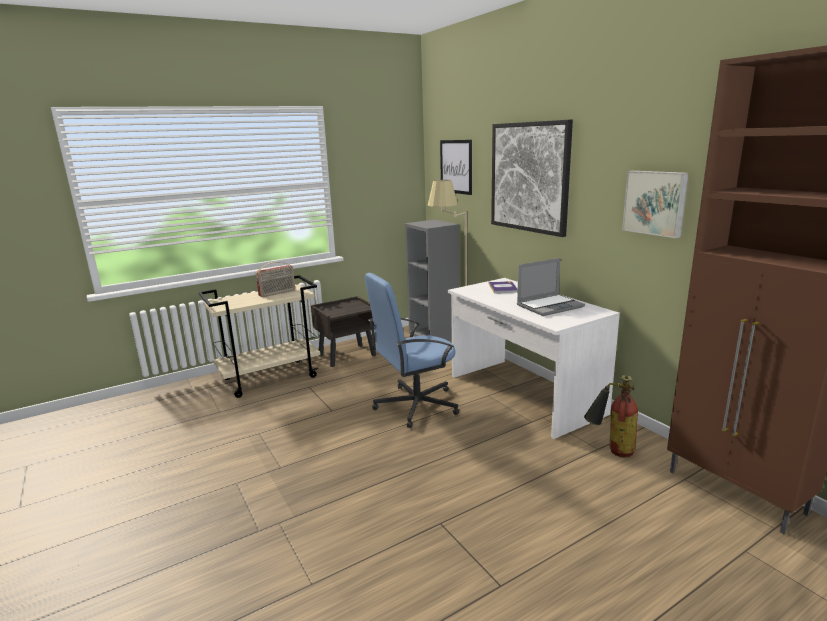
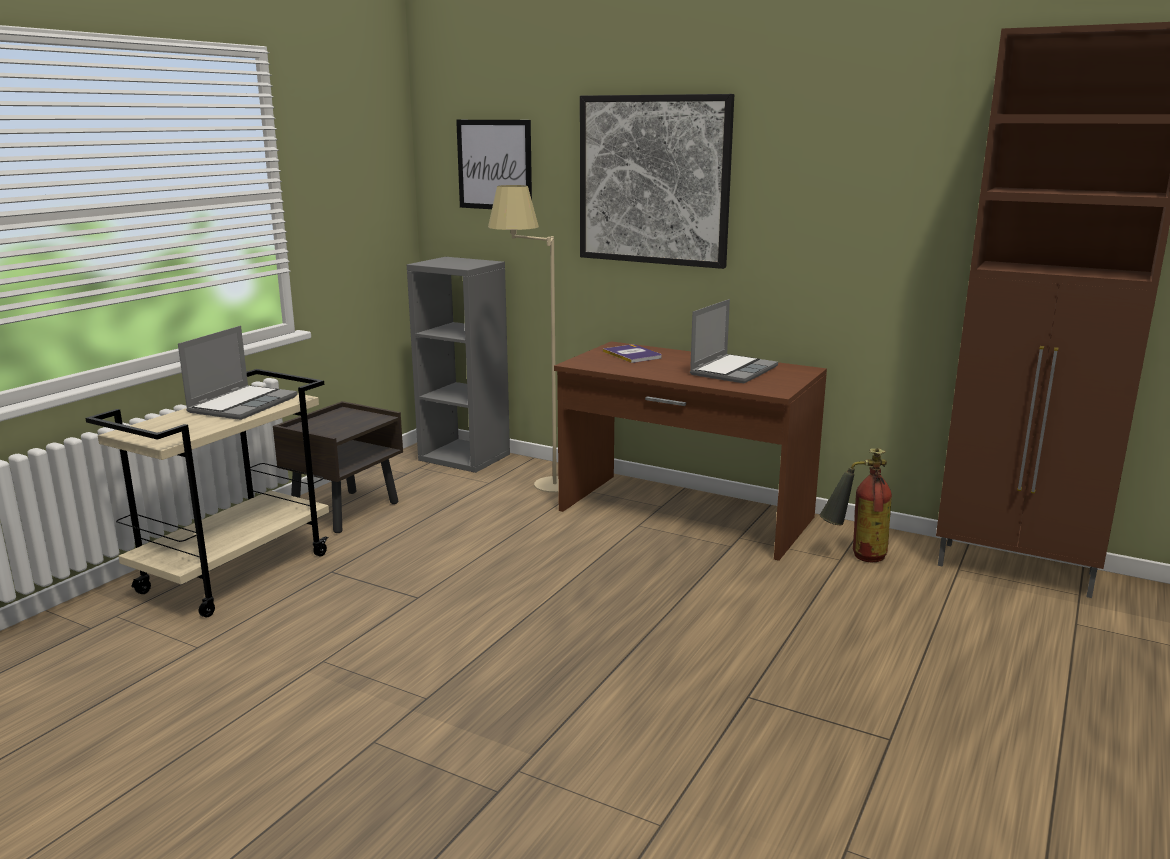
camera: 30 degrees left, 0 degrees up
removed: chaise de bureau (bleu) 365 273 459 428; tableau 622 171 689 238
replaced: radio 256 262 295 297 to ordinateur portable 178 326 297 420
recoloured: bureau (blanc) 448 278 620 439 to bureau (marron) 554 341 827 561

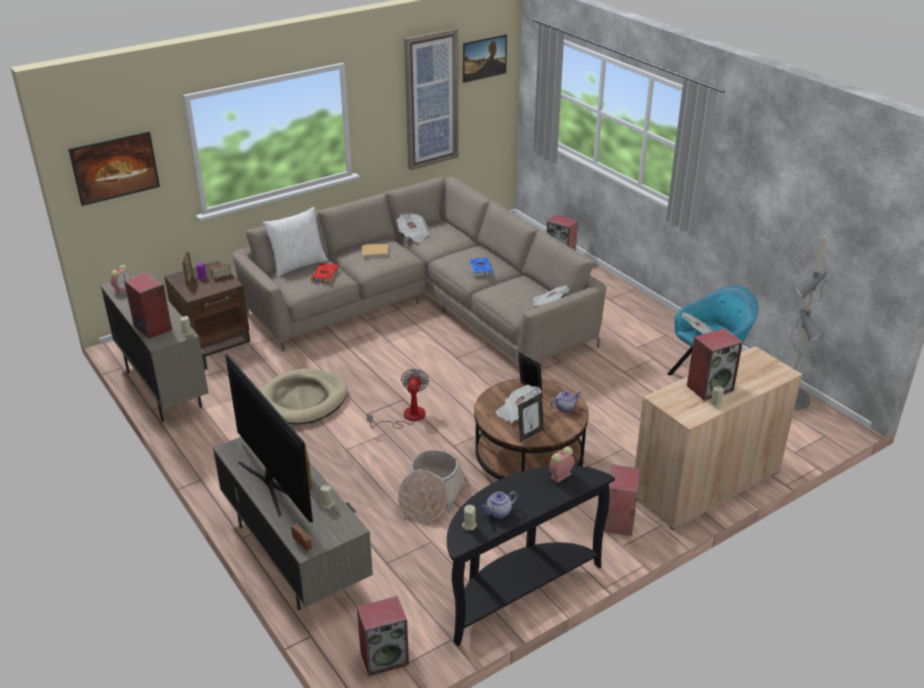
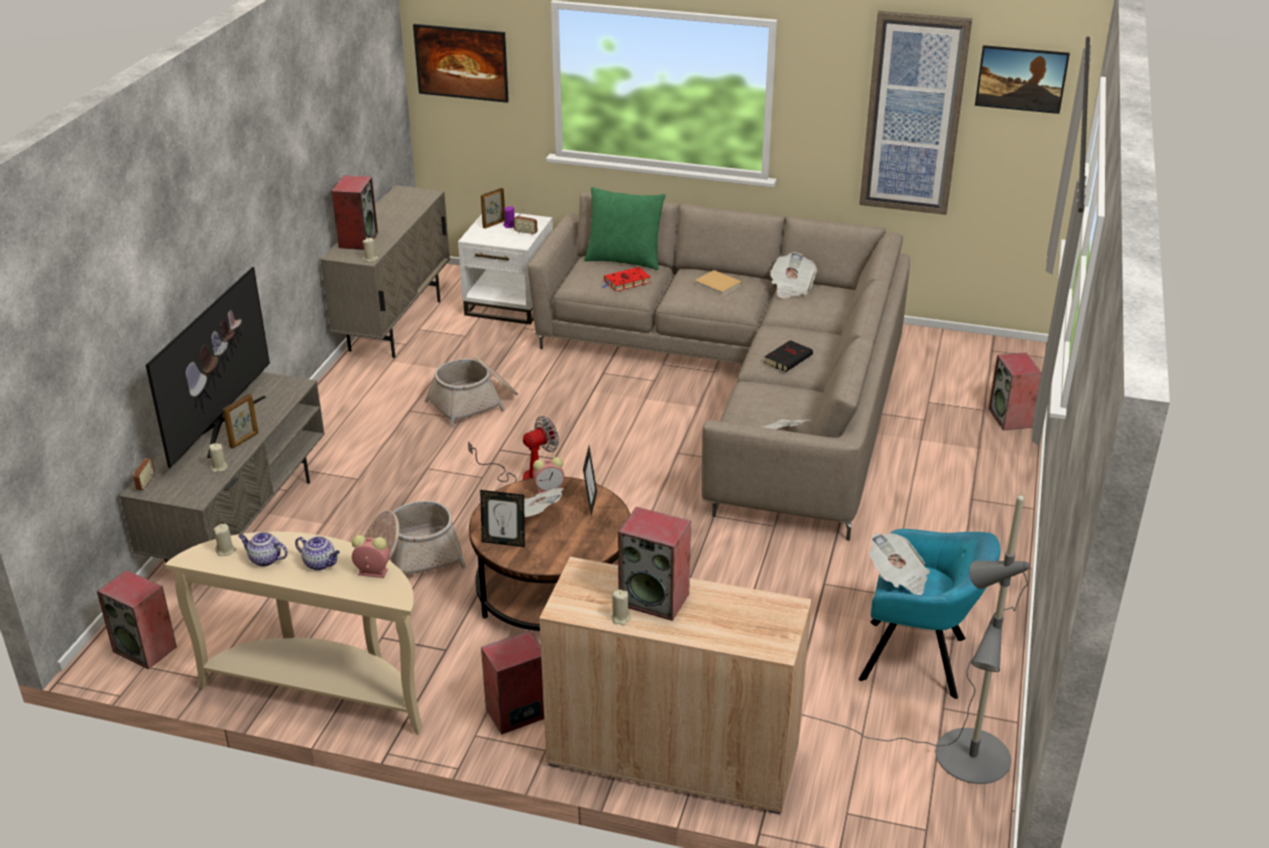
camera: 50 degrees right, 0 degrees up
moved: réveil 111 265 131 294 to 533 457 565 493; théière 550 391 581 412 to 295 536 340 570
replaced: panier pour chien (beige) 260 369 348 424 to panier 425 355 518 428
recoloured: table d'appoint (marron) 164 261 250 357 to table d'appoint (blanc) 458 213 553 325; coussin (blanc) 263 207 328 277 to coussin (vert) 584 187 666 270; table console (noir) 447 465 615 646 to table console (beige) 165 532 423 734; livre (bleu) 470 258 493 277 to livre (noir) 764 340 813 372

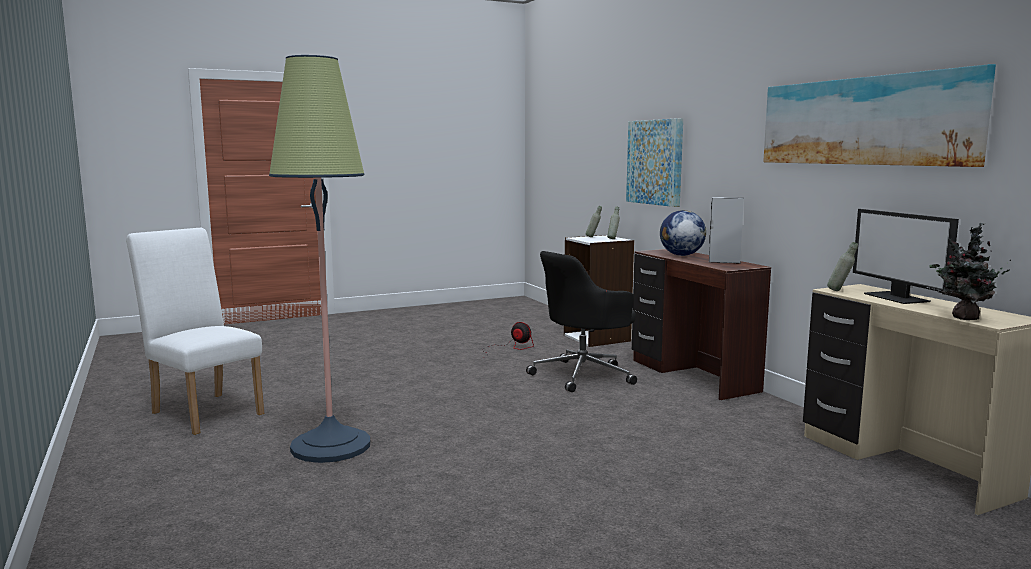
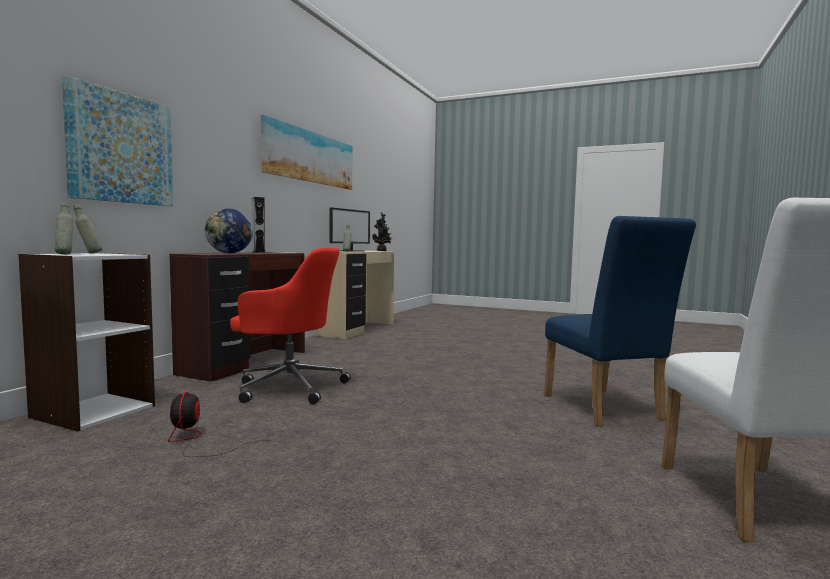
camera: 130 degrees left, 5 degrees down
replaced: lampadaire 269 55 370 463 to chaise (bleu) 544 216 696 426
recoloured: chaise de bureau (noir) 526 251 637 392 to chaise de bureau (rouge) 230 248 351 404

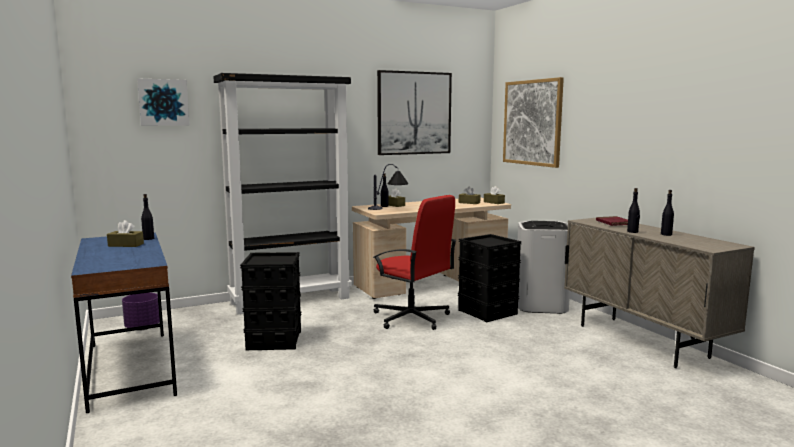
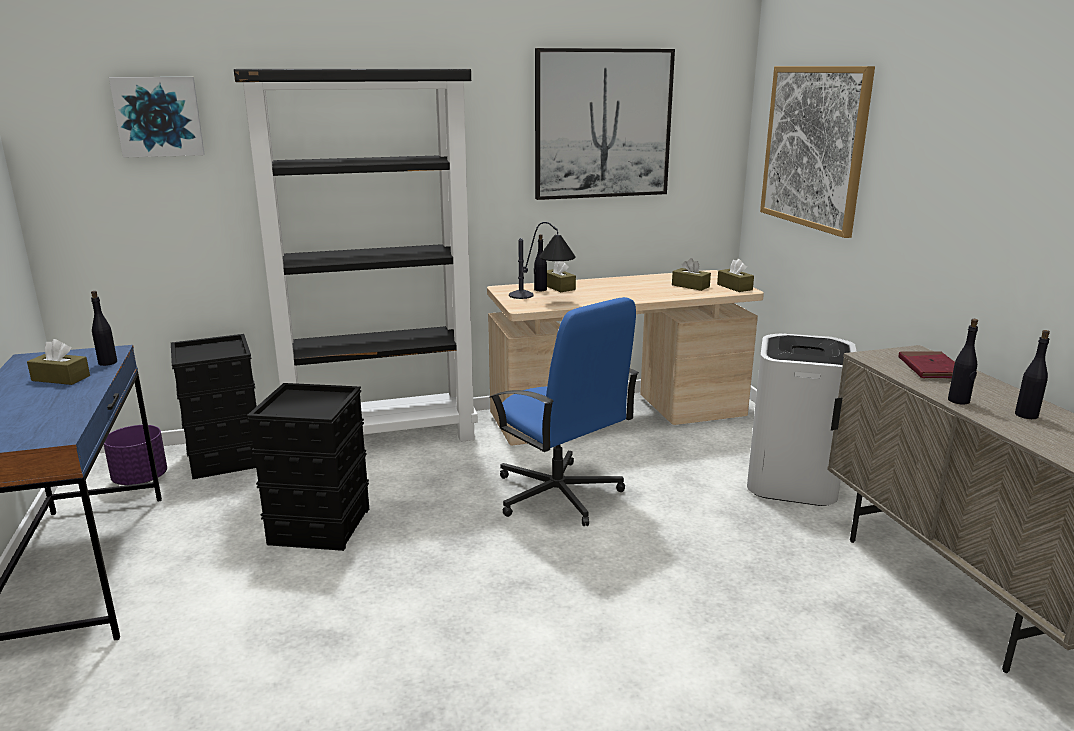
camera: 10 degrees right, 10 degrees up
moved: boîte de rangement (noir) 458 234 522 323 to 171 334 257 479
recoloured: chaise de bureau (rouge) 373 195 457 330 to chaise de bureau (bleu) 490 297 639 526

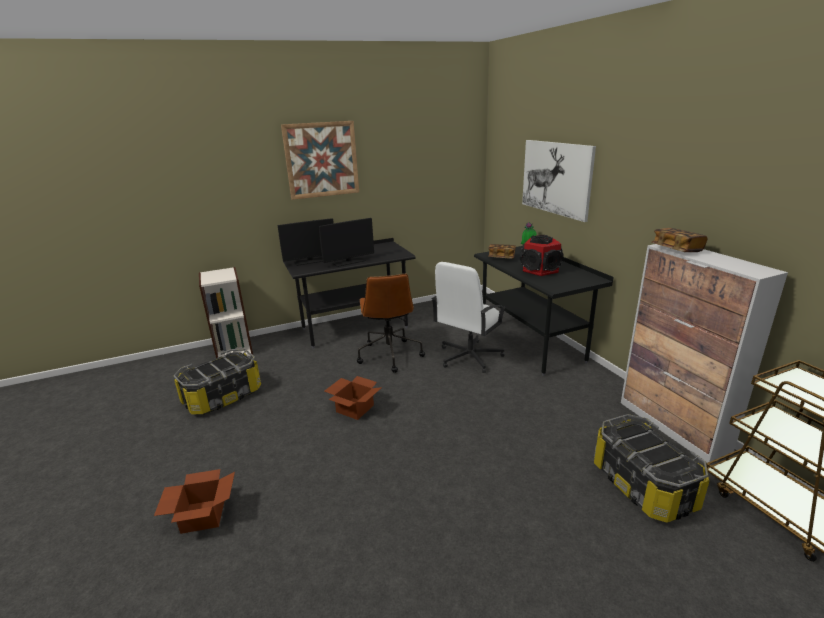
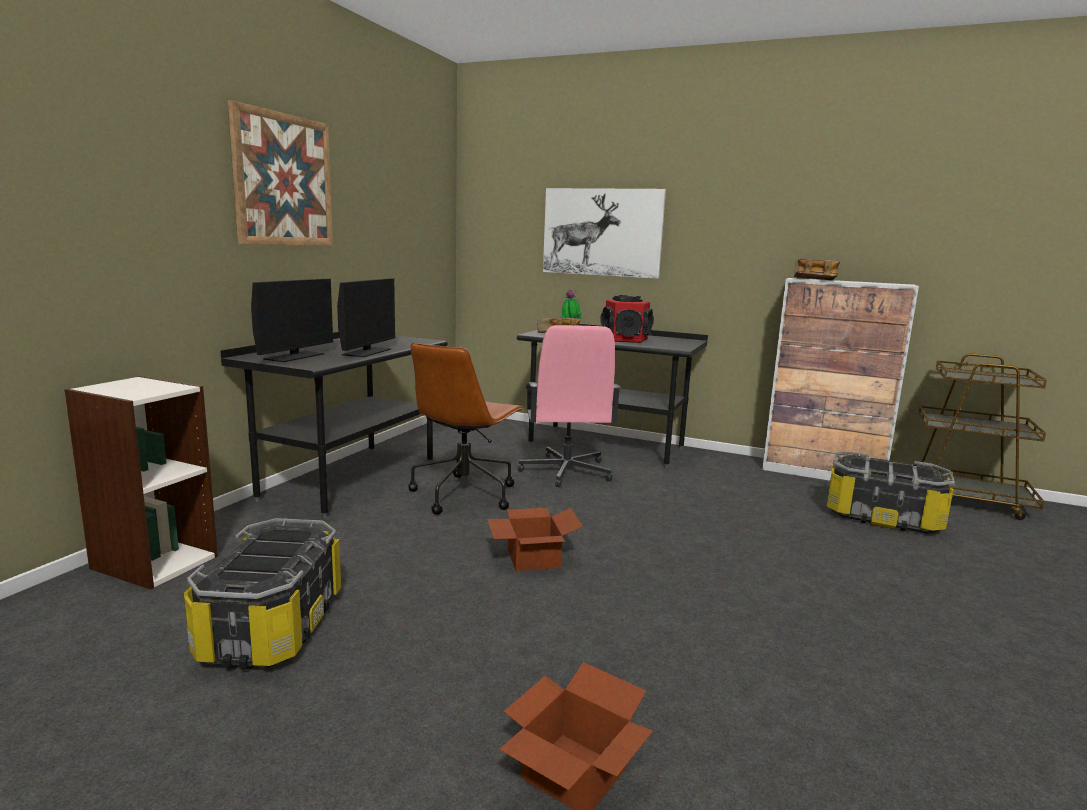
camera: 45 degrees left, 10 degrees down
recoloured: chaise de bureau (blanc) 431 262 507 373 to chaise de bureau (rose) 518 325 621 488
turned: chaise de bureau (marron) 357 274 425 373 = 409 343 524 515 75 degrees clockwise

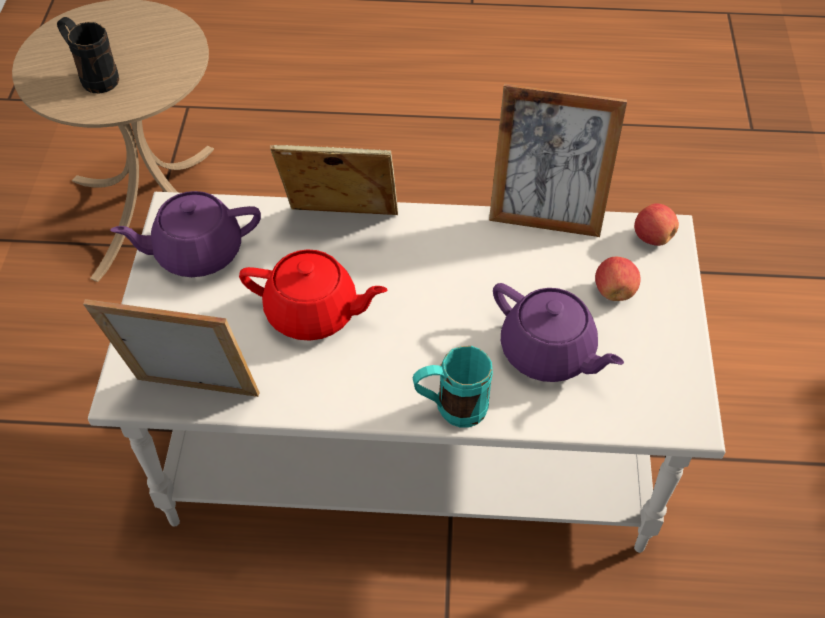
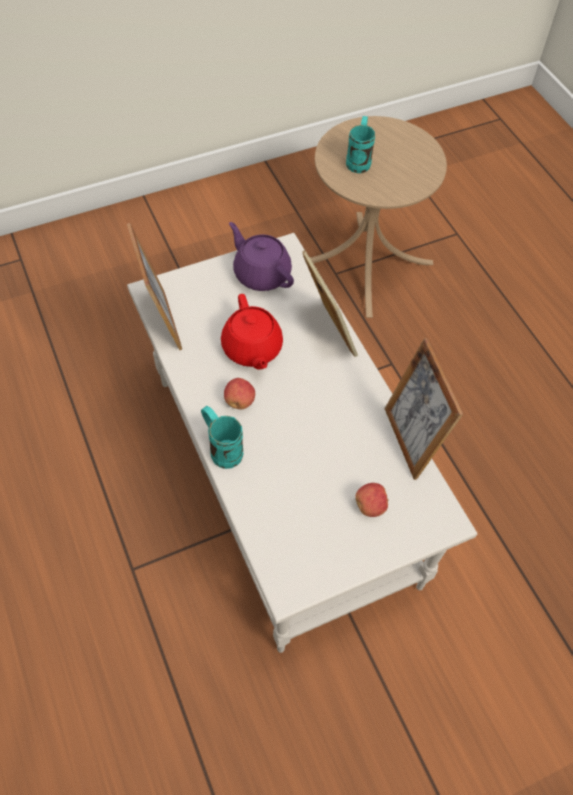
camera: 60 degrees right, 5 degrees up
removed: théière (violet) 493 283 624 382
moved: pomme 634 203 679 246 to 224 378 255 409
recoloured: mug (noir) 57 17 119 93 to mug (turquoise) 346 116 375 173

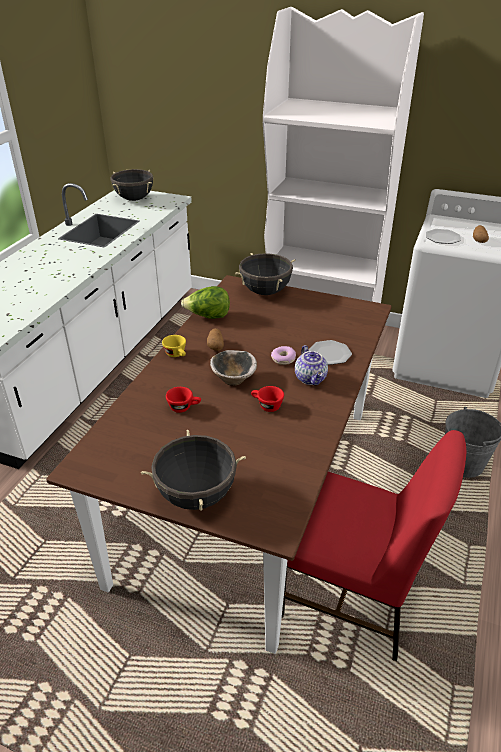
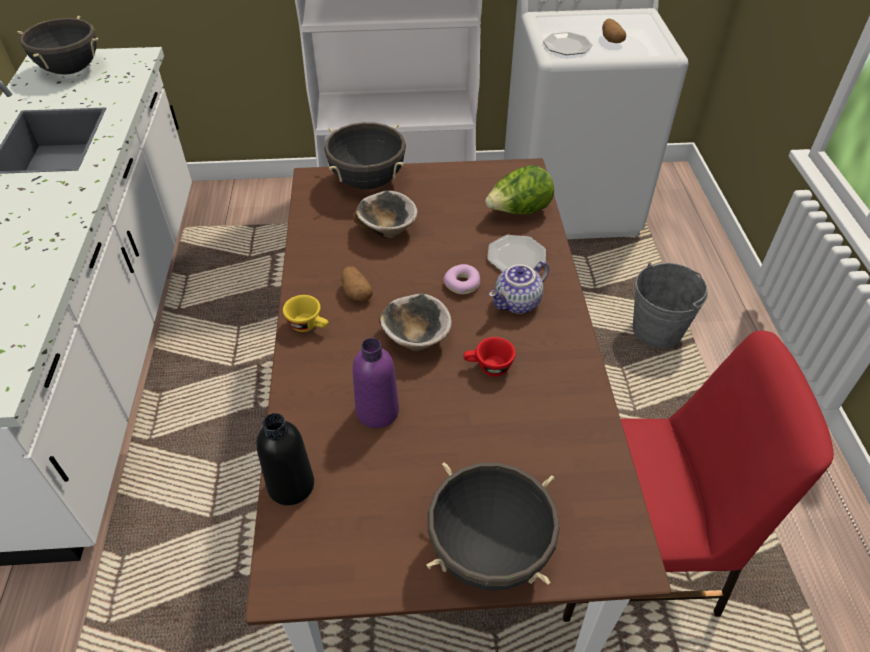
camera: 25 degrees left, 10 degrees up
added: bouteille (noir) 256 413 314 505; bol 353 191 418 239
moved: laitue 181 286 230 319 to 485 166 554 214
replaced: tasse (rouge) 166 387 201 413 to bouteille (violet) 352 338 399 428
turned: théière 295 345 328 386 = 489 261 549 314 90 degrees clockwise

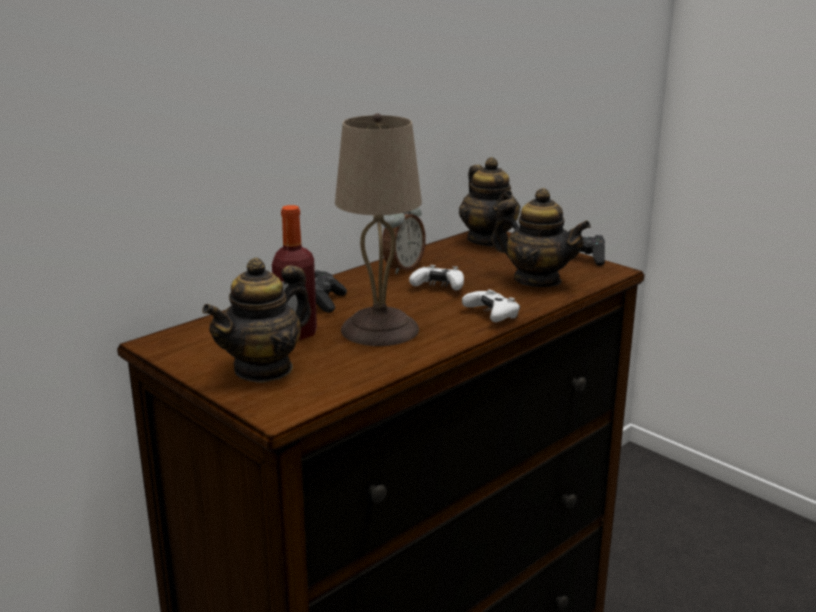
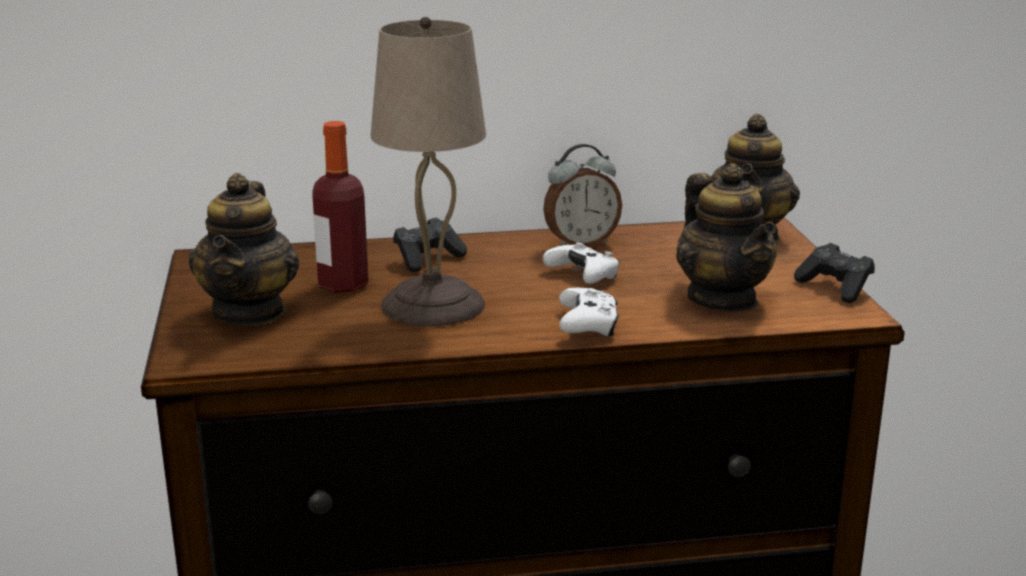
camera: 35 degrees right, 0 degrees up
turned: théière 202 257 311 383 = 189 173 299 326 75 degrees counterclockwise

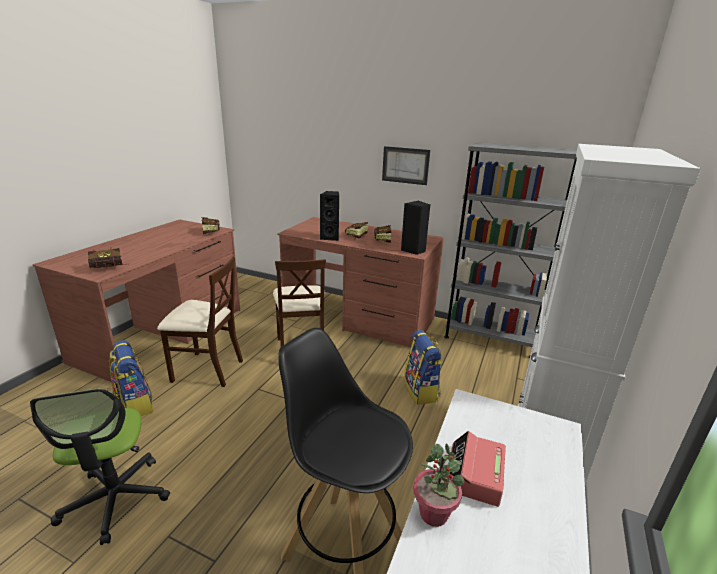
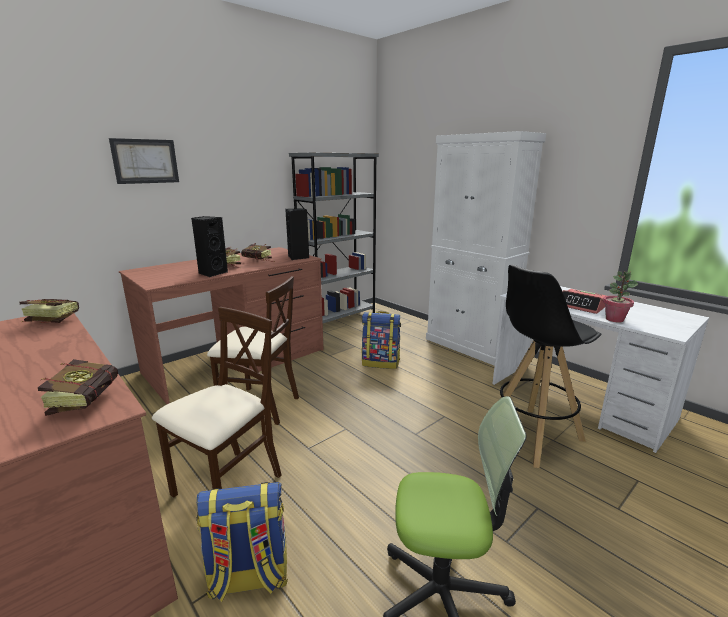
camera: 65 degrees left, 5 degrees down
moved: tableau 382 146 430 185 to 109 138 179 184

